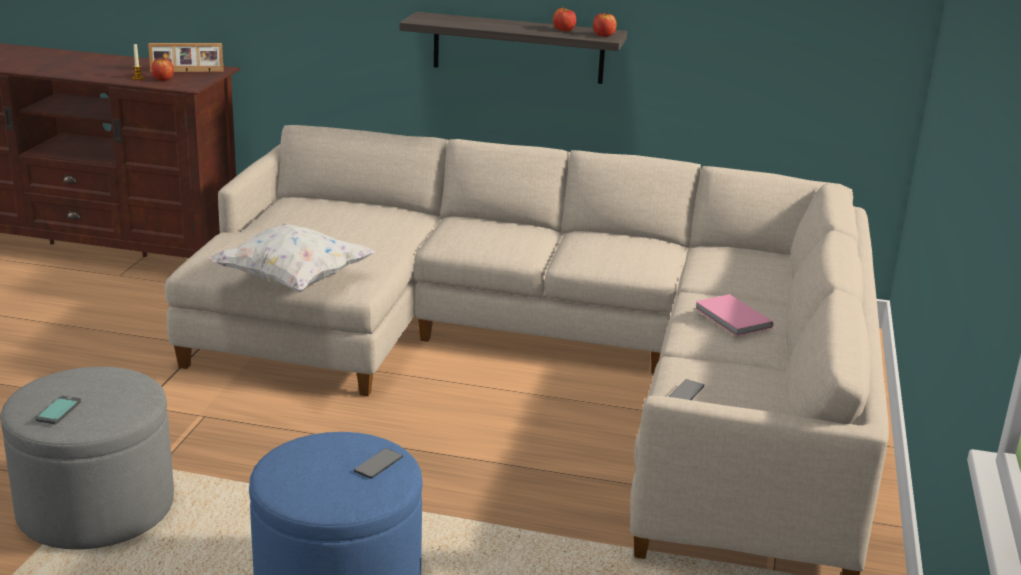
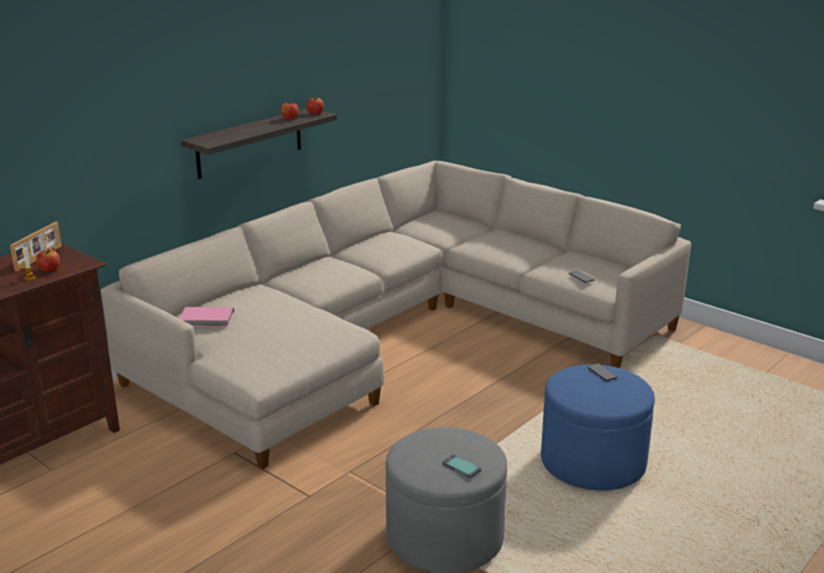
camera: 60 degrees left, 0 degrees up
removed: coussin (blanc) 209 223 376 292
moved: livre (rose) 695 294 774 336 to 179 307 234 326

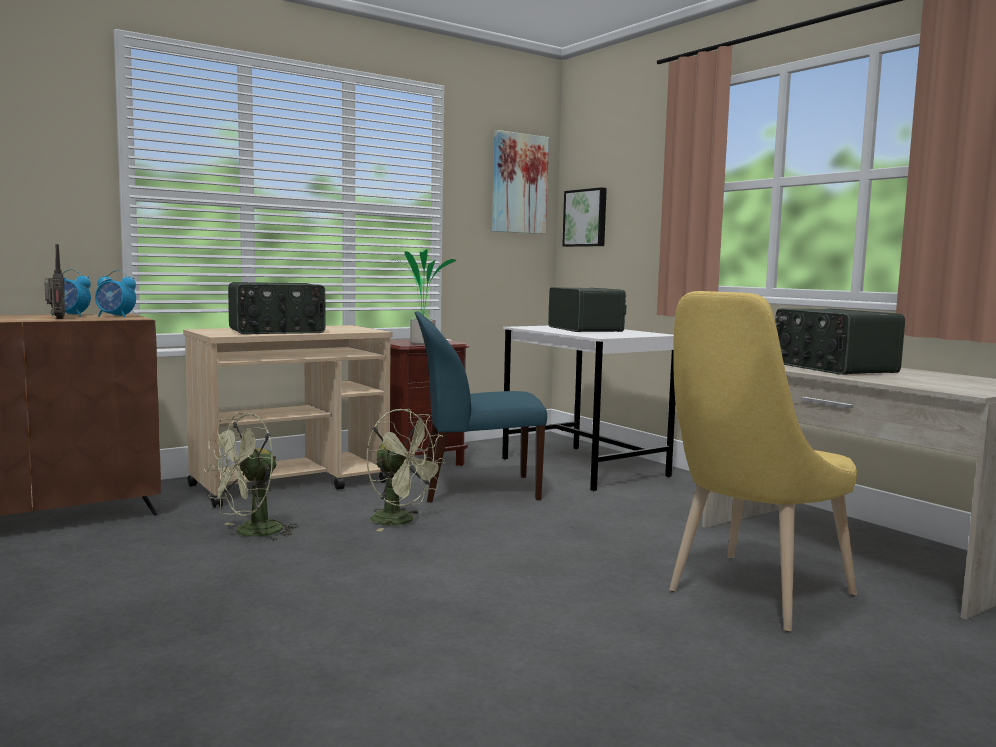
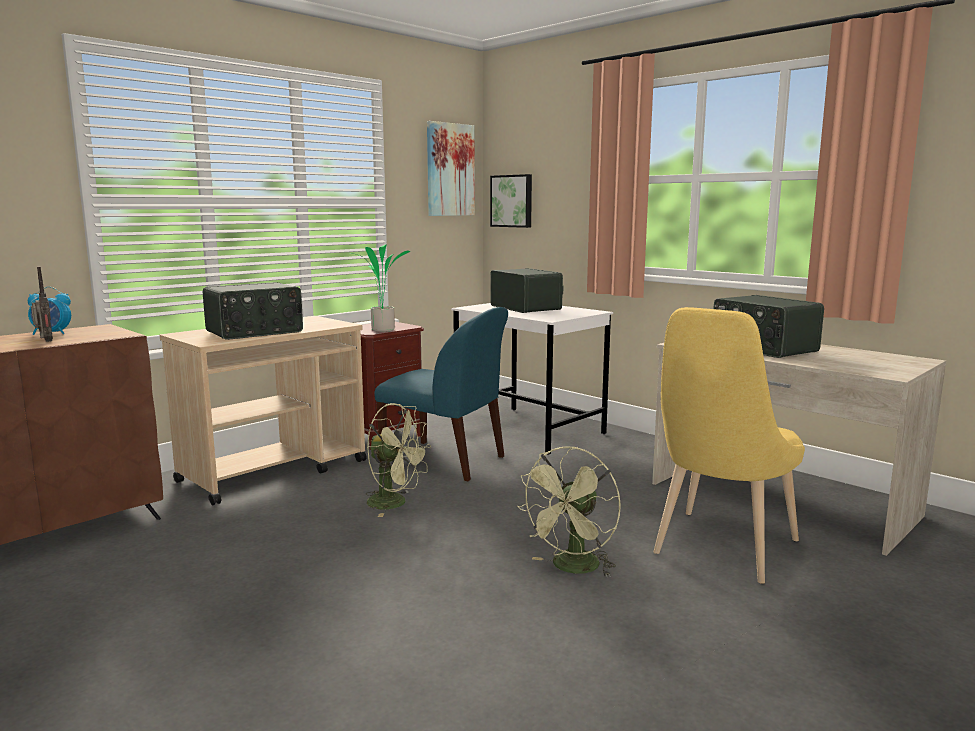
camera: 10 degrees left, 5 degrees up
removed: réveil 95 270 136 318
moved: ventilateur (vert) 204 413 298 541 to 517 446 621 577
turned: chaise (bleu) 415 311 547 503 = 374 307 508 481 135 degrees counterclockwise

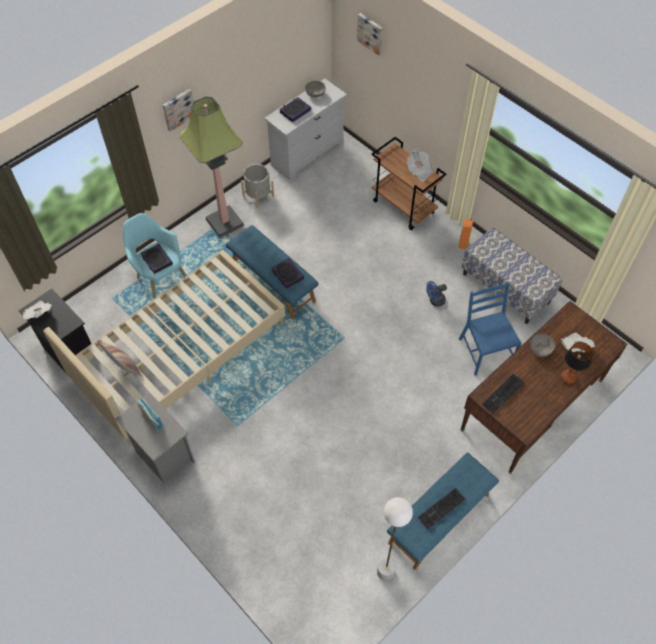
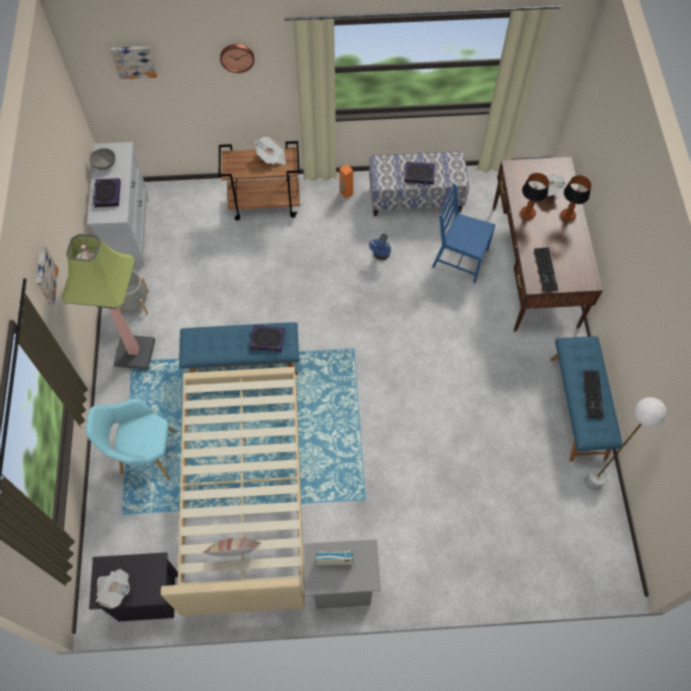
camera: 50 degrees left, 5 degrees up
added: horloge murale 220 44 254 73
moved: livre 141 244 173 274 to 405 162 435 185
replaced: bol (gris) 530 334 555 357 to lampe de table 521 173 549 219

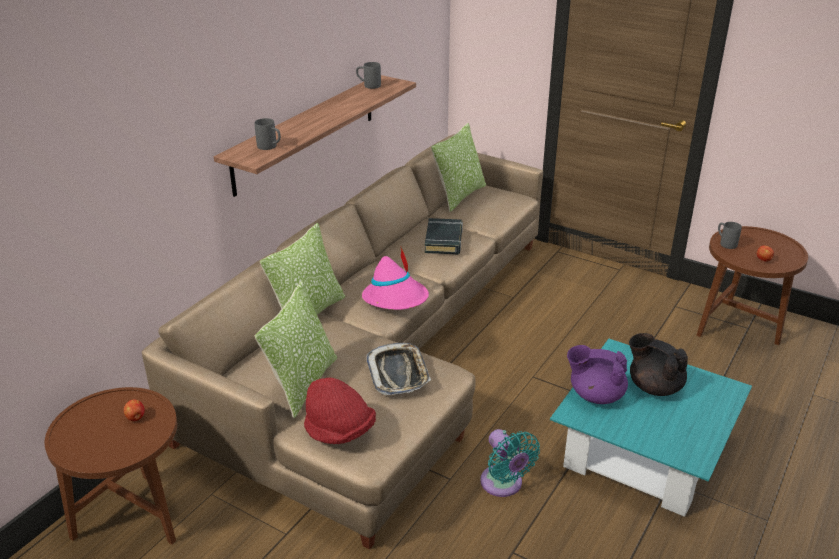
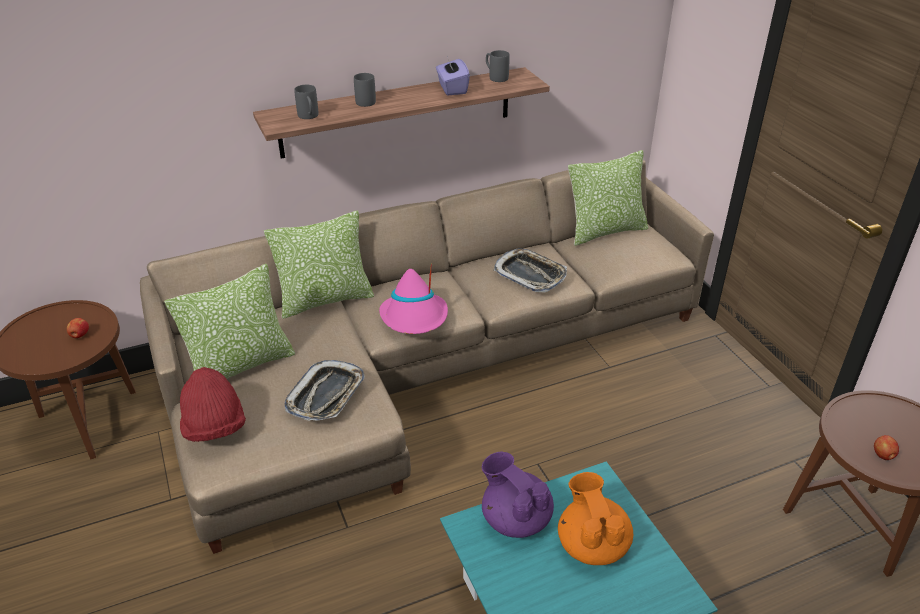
camera: 35 degrees right, 5 degrees up
removed: ventilateur (turquoise) 480 429 540 497
added: boîte à mouchoirs (violet) 436 56 470 95
moved: mug (gris) 718 222 742 249 to 354 73 376 107
replaced: livre (noir) 425 218 463 254 to plateau 493 248 567 292
recoloured: théière (noir) 629 333 688 396 to théière (orange) 558 472 633 565

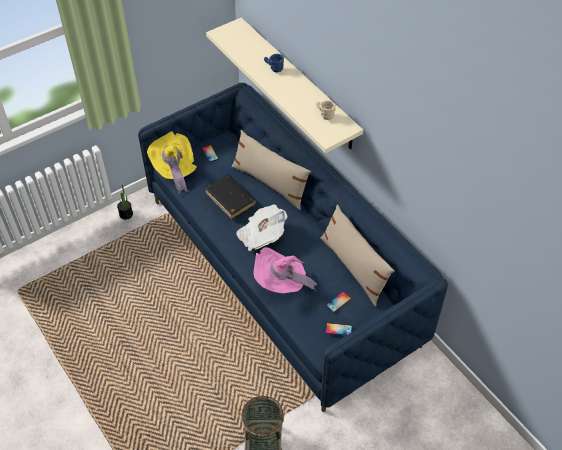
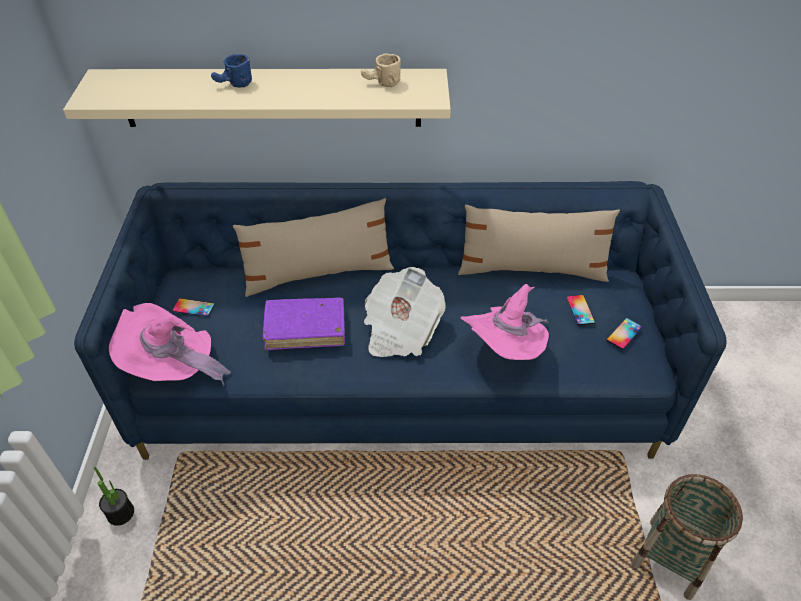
camera: 55 degrees left, 5 degrees down
recoloured: chapeau (jaune) 147 131 197 194 to chapeau (rose) 109 303 231 386; livre (noir) 206 175 256 220 to livre (violet) 263 298 345 350

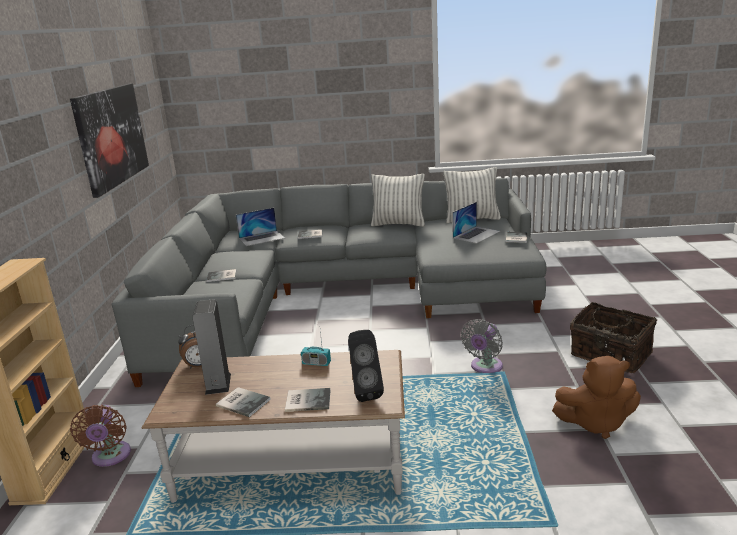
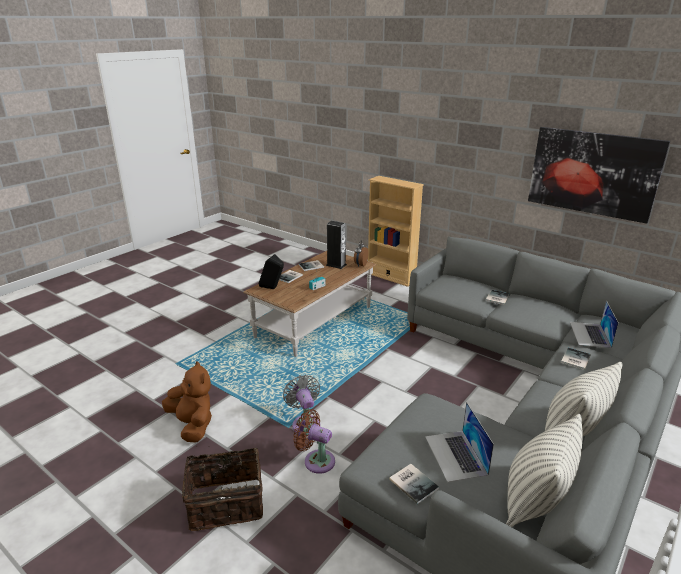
camera: 125 degrees right, 5 degrees up
moved: ventilateur (marron) 70 405 131 467 to 293 409 335 474
turned: peluche (marron) 552 356 641 439 = 162 361 212 442 105 degrees clockwise

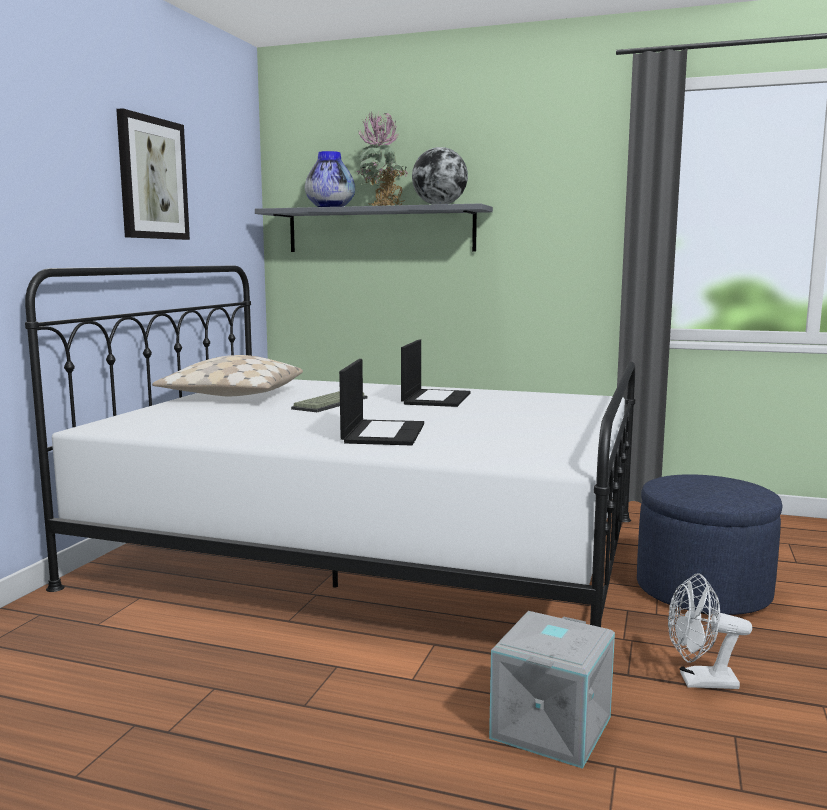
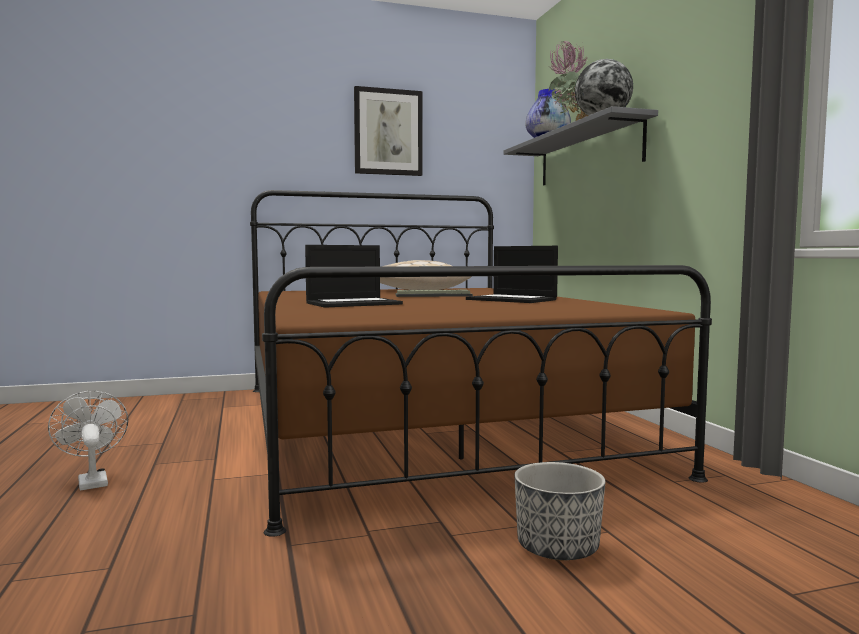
camera: 55 degrees right, 5 degrees down
removed: boîte de rangement (gris) 489 611 615 769
moved: ventilateur (blanc) 668 573 752 689 to 48 391 128 490
replaced: pouf (bleu) 637 474 782 615 to cache-pot 514 462 606 561
recoloured: lit (blanc) 25 265 635 627 to lit (marron) 250 190 712 537
turned: ordinateur portable 401 339 471 407 = 466 246 558 303 60 degrees clockwise

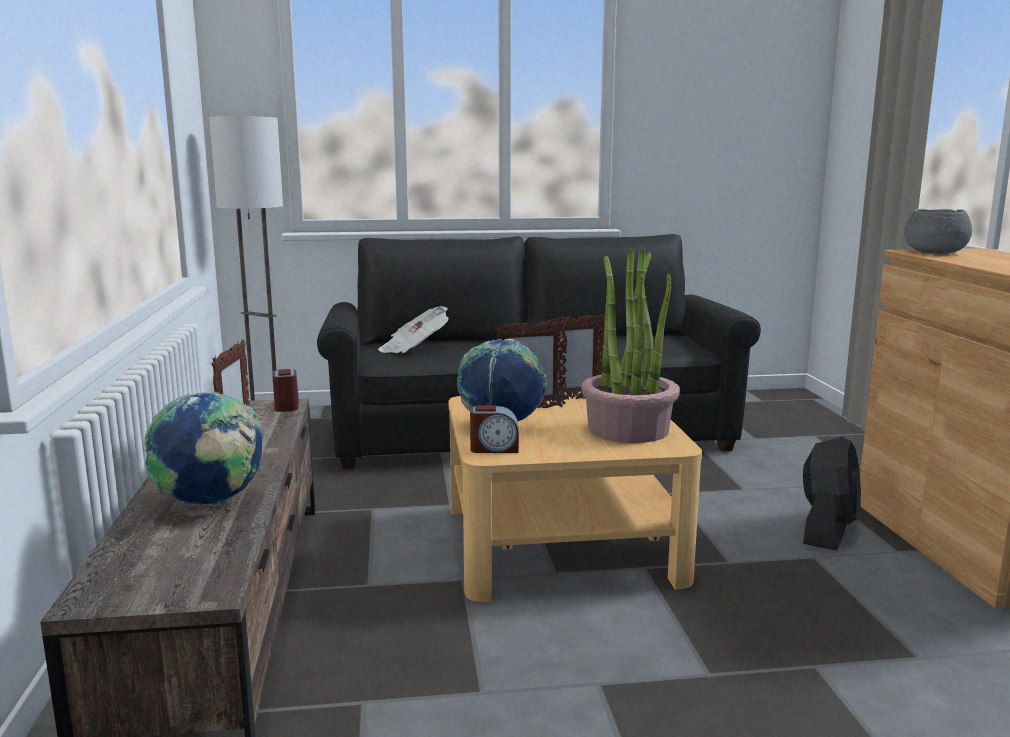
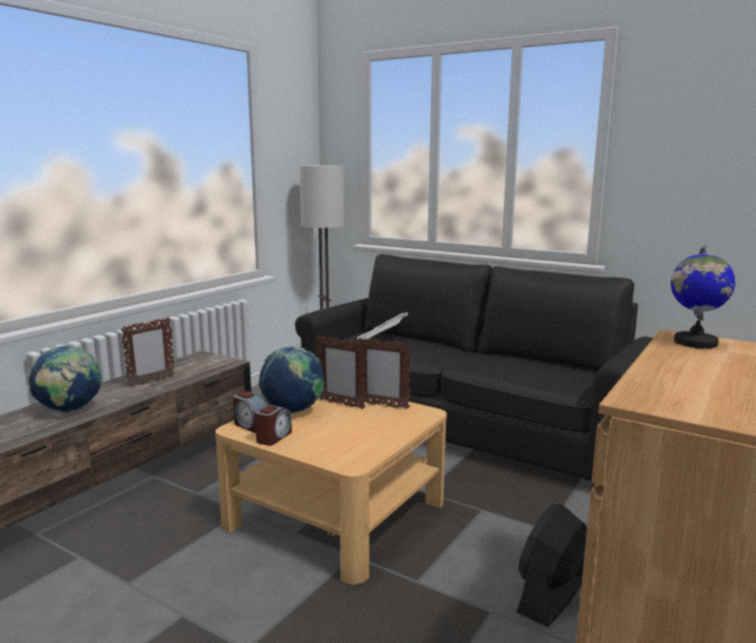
camera: 40 degrees right, 0 degrees up
removed: plante en pot 581 247 680 443
moved: réveil 273 369 299 412 to 255 405 292 446
replaced: bol (gris) 904 209 972 254 to globe 671 245 735 349
turned: ventilateur (noir) 803 437 861 551 = 517 504 587 627 150 degrees clockwise

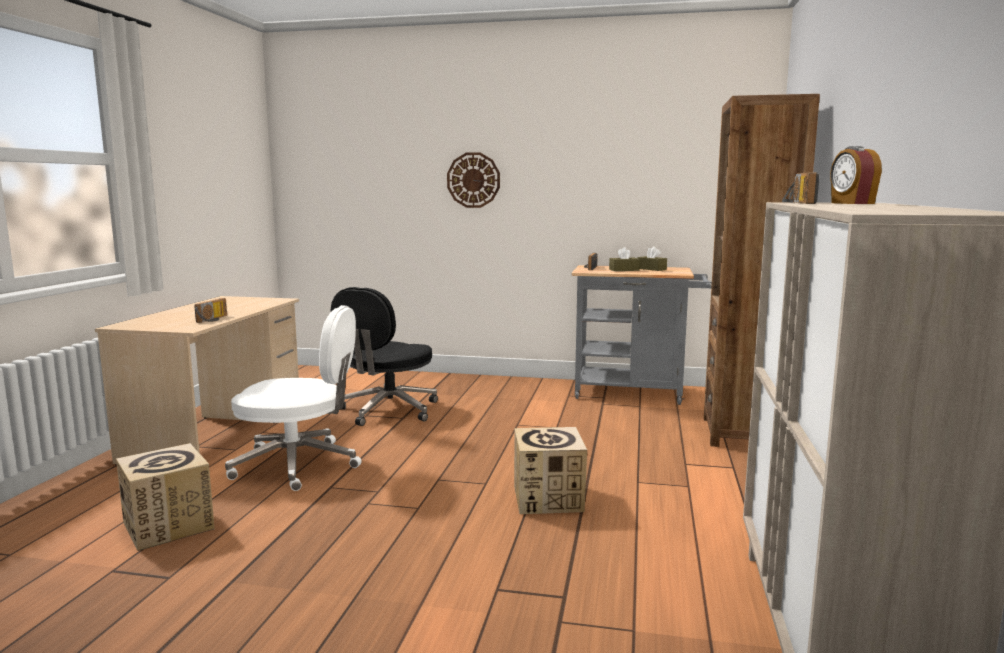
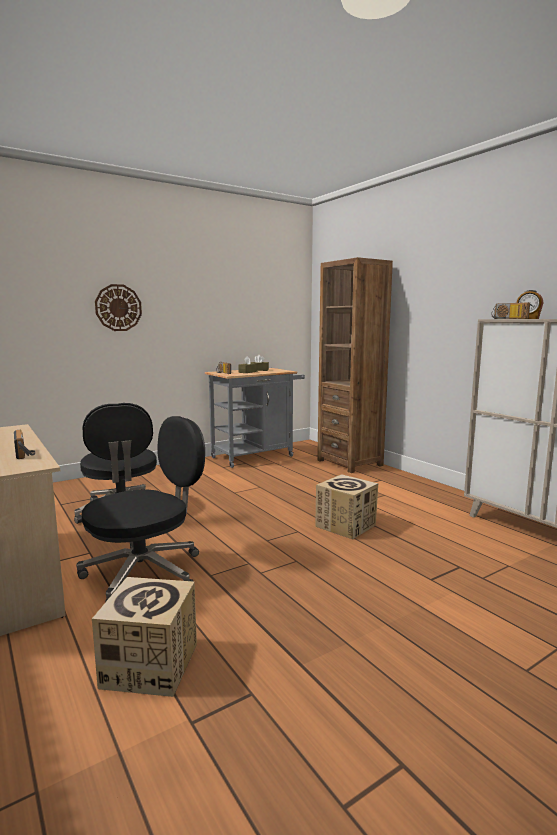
camera: 45 degrees left, 0 degrees up
recoloured: chaise de bureau (blanc) 225 305 362 491 to chaise de bureau (noir) 76 416 205 602

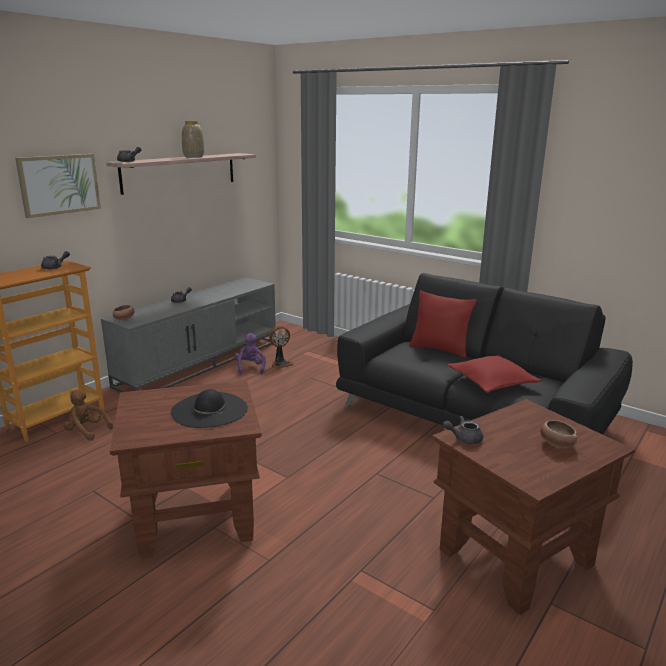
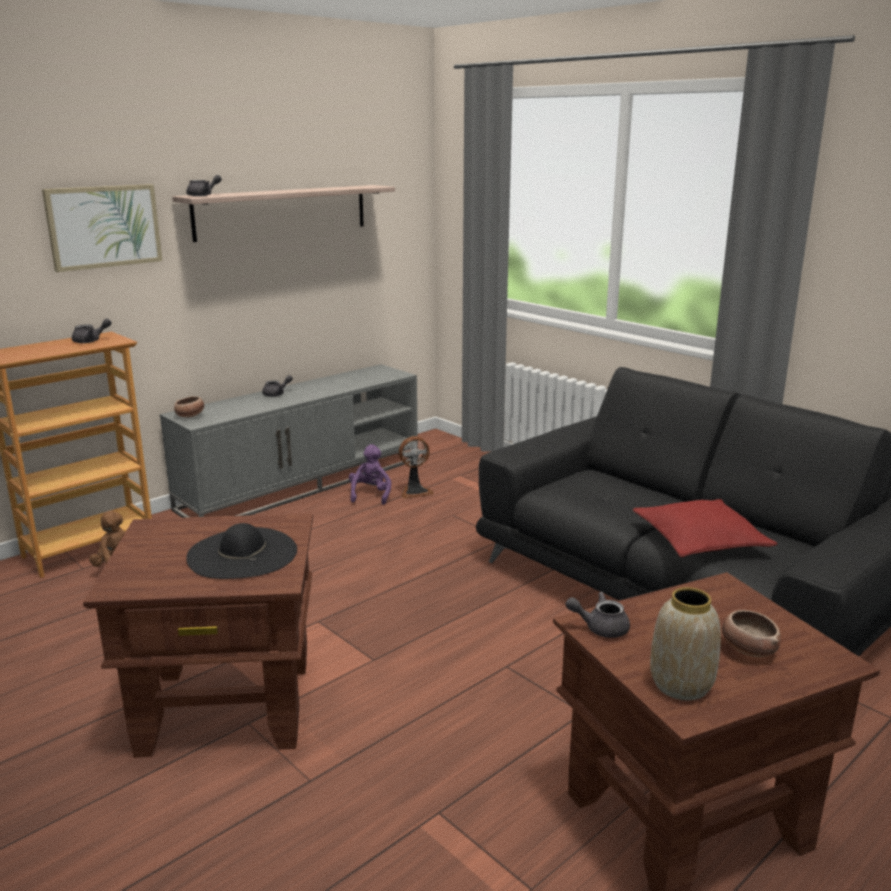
camera: 10 degrees right, 0 degrees up
removed: coussin (rouge) 409 291 477 358
moved: vase 182 121 204 158 to 650 587 721 700

